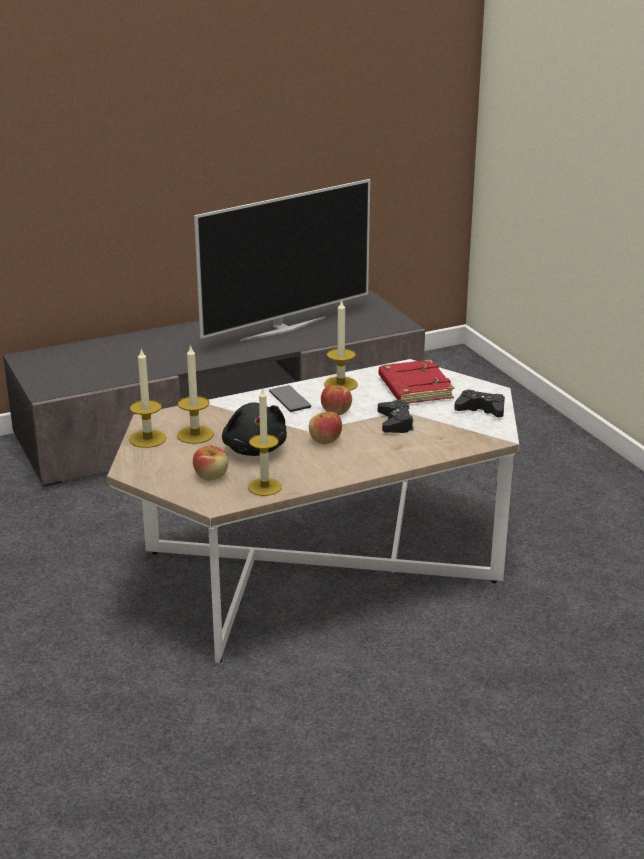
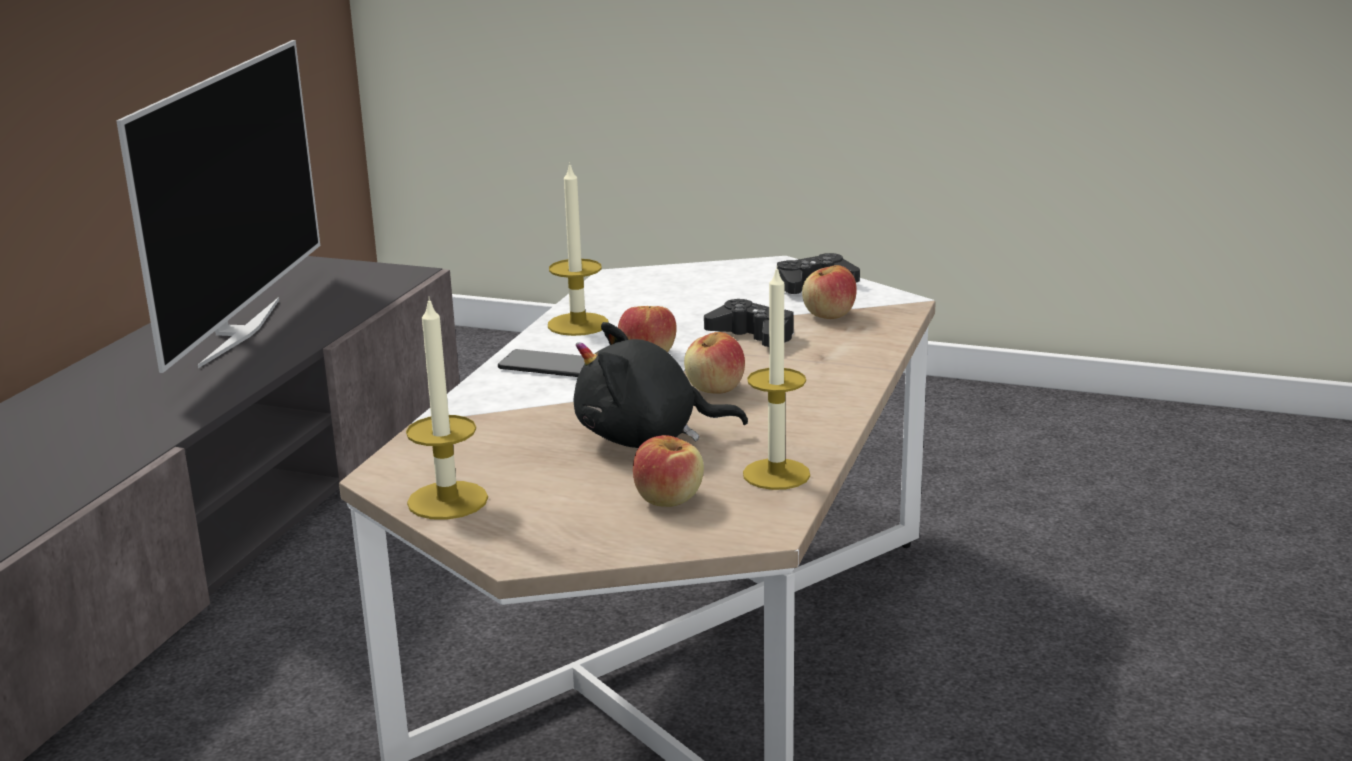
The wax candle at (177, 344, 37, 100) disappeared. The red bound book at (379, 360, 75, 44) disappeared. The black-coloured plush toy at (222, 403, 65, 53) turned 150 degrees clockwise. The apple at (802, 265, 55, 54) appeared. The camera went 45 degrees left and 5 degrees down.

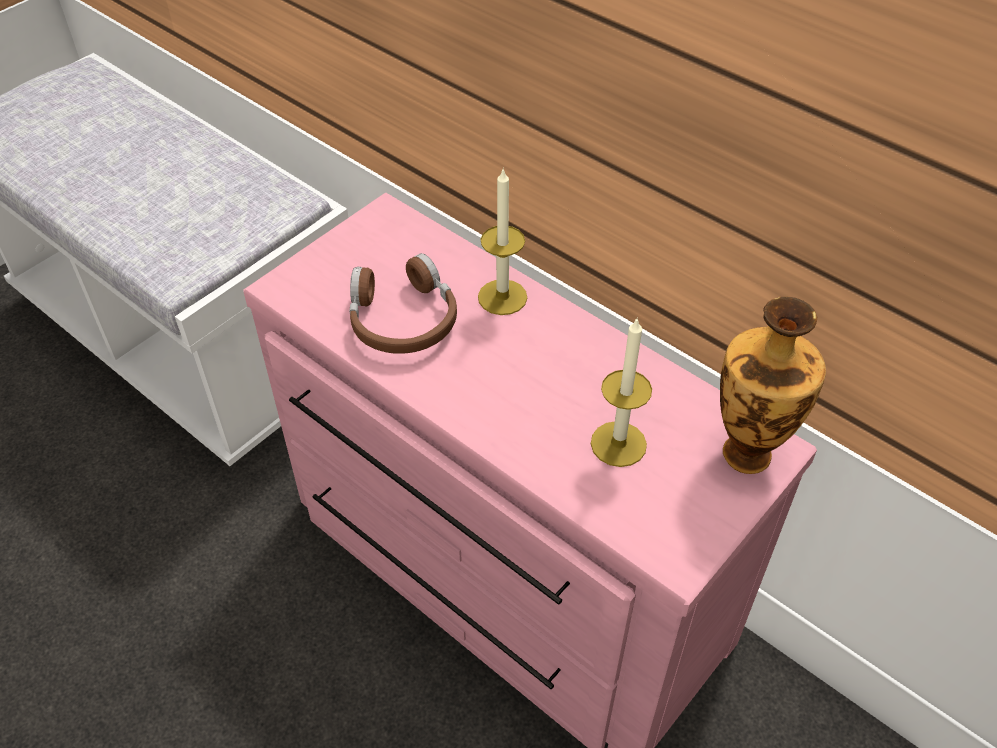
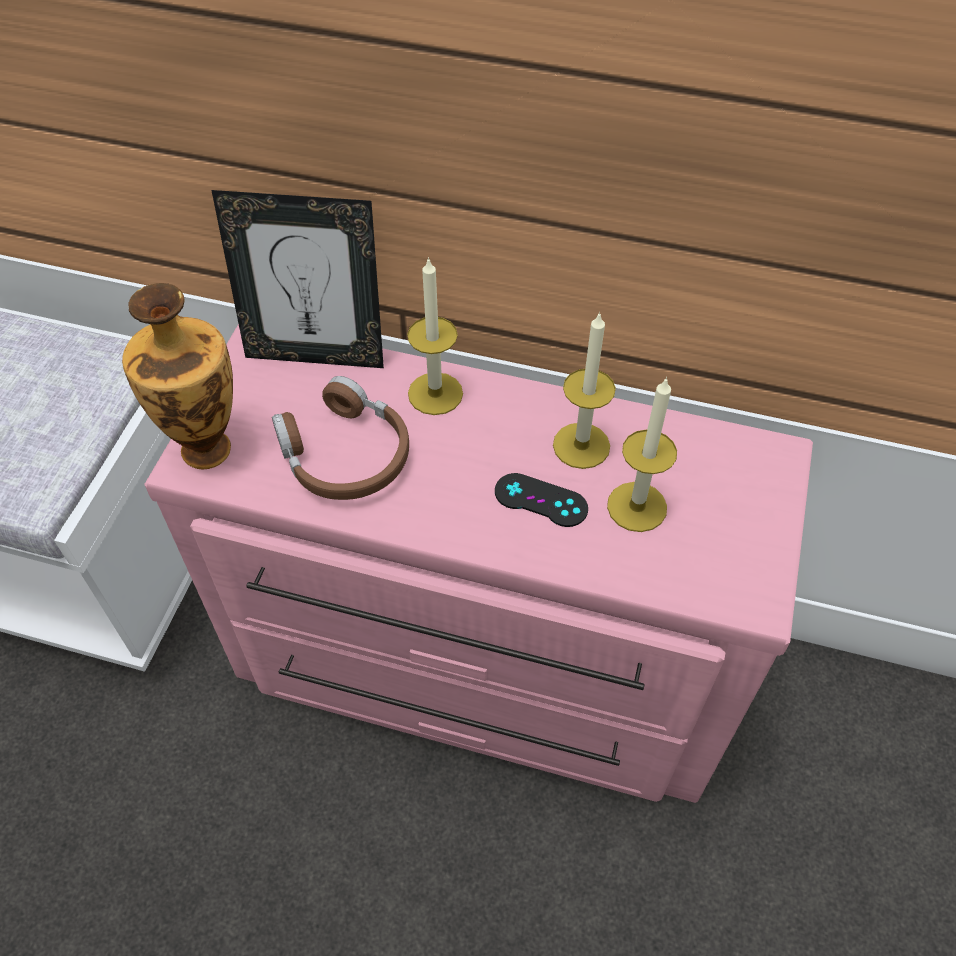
The decorative vase moved from (720, 297, 106, 177) to (122, 283, 111, 186). The picture frame at (211, 190, 173, 178) appeared. The wax candle at (553, 312, 63, 157) appeared. The black-coloured joypad at (495, 473, 93, 54) appeared. The camera went 25 degrees left and 5 degrees up.

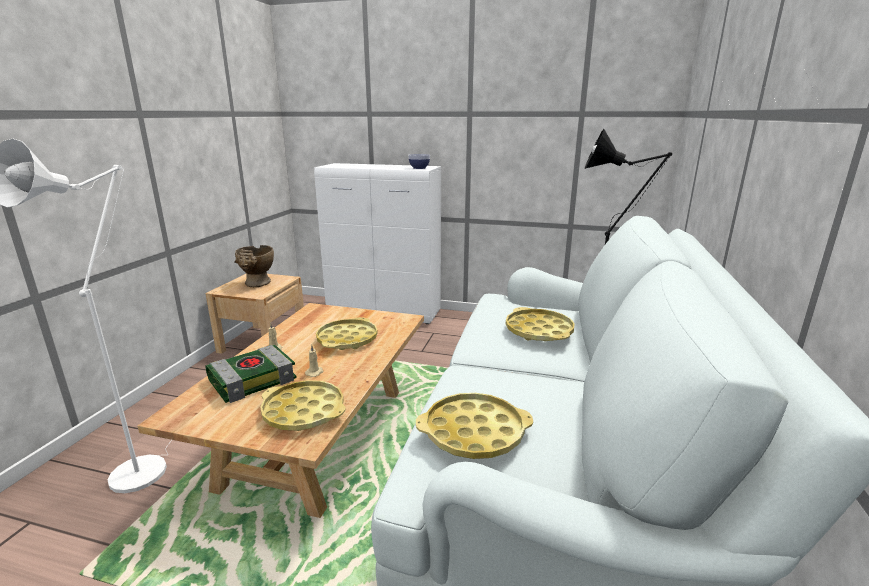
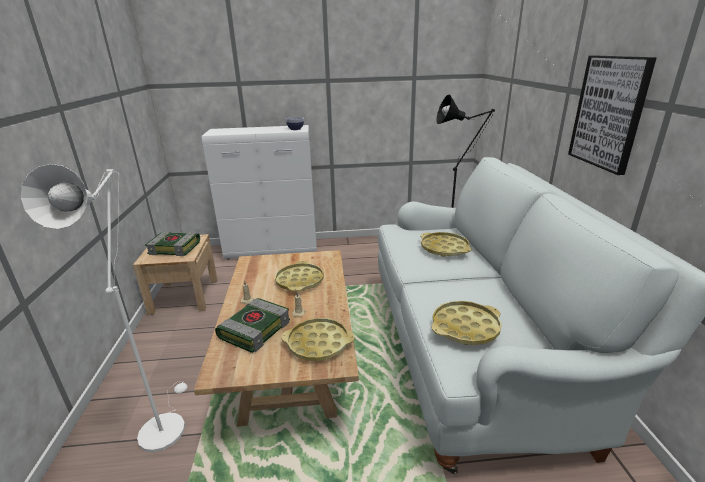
The beige decorative vase at (235, 245, 39, 42) was replaced by the bound book at (145, 232, 55, 24). The picture at (568, 56, 89, 119) appeared. The camera went 20 degrees left and 5 degrees up.

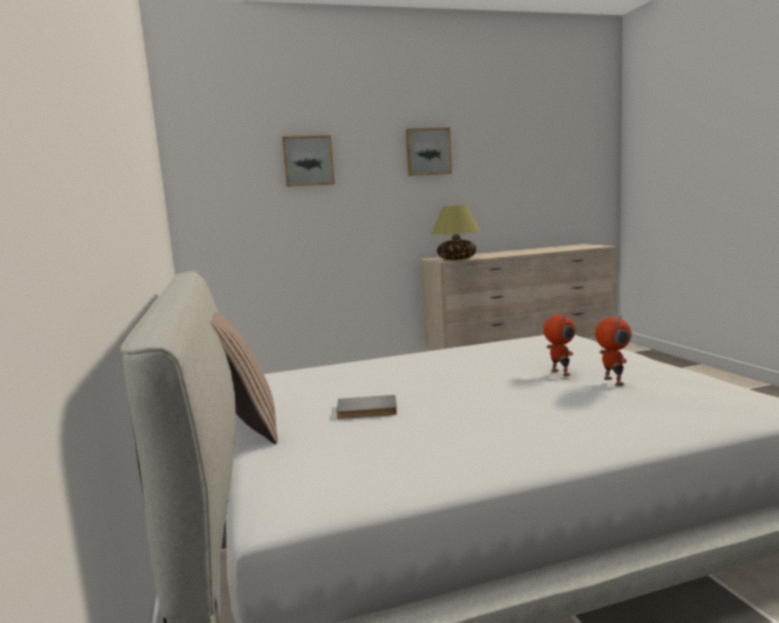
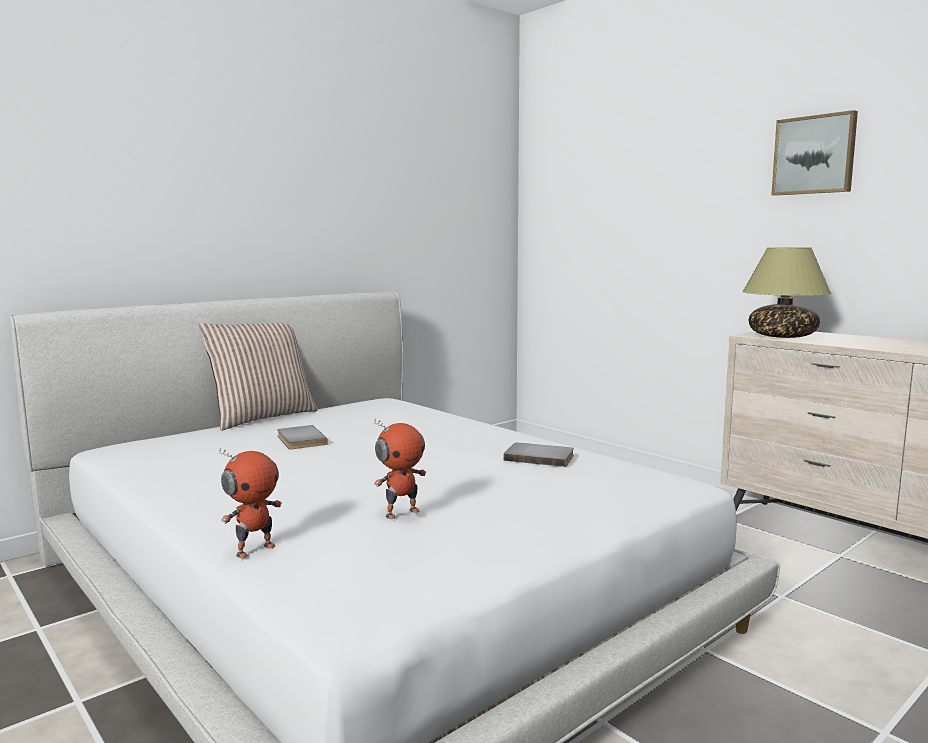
The picture at (282, 135, 53, 52) disappeared. The toy robot moved from (544, 313, 31, 63) to (219, 448, 63, 110). The grey bound book at (504, 443, 70, 24) appeared. The camera went 65 degrees right and 0 degrees up.

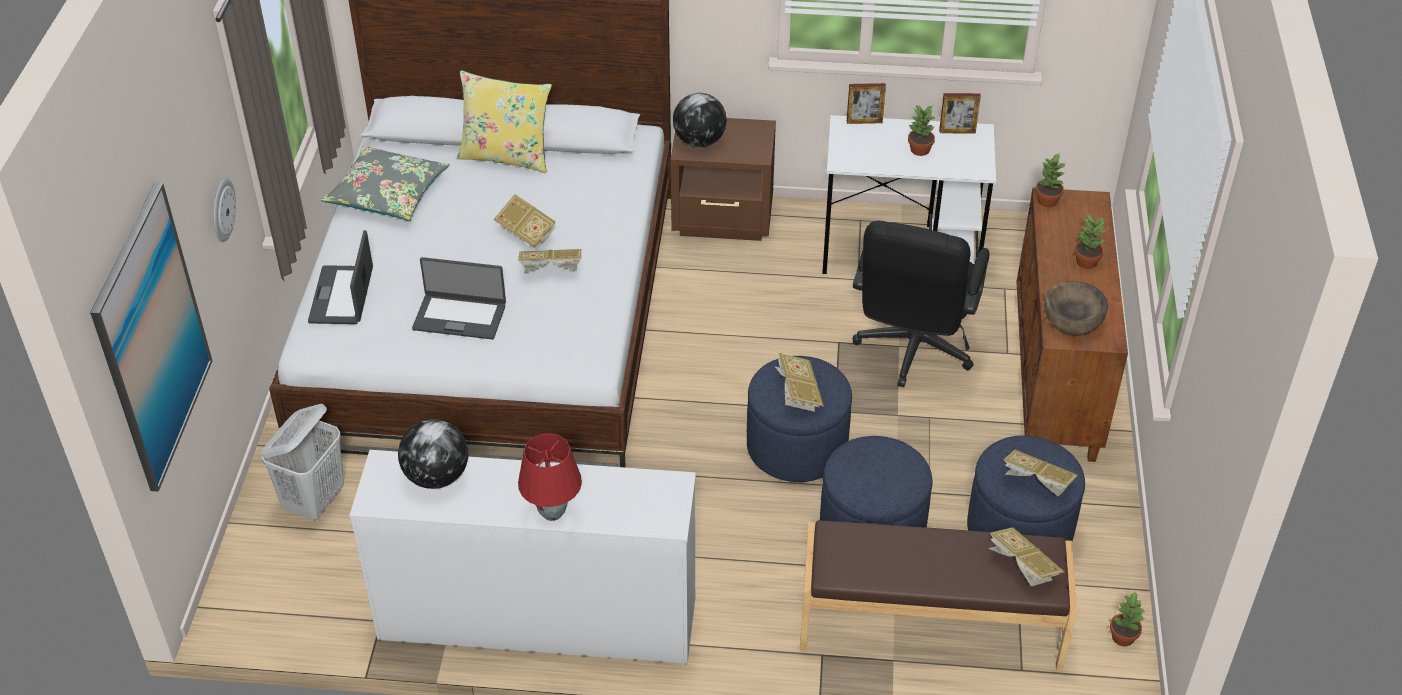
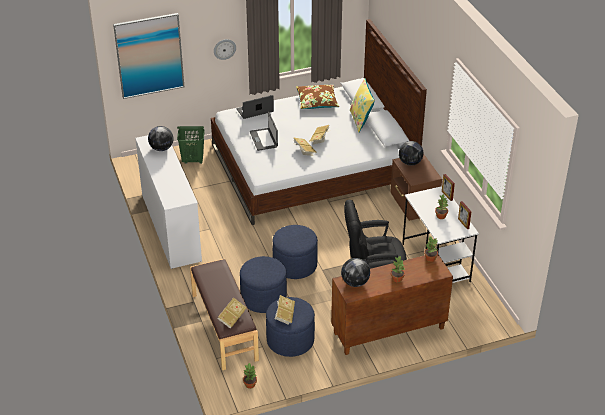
The grey throw pillow at (321, 146, 129, 75) became the brown throw pillow at (296, 85, 43, 24). The brown bowl at (1044, 281, 64, 55) was replaced by the world globe at (341, 258, 29, 29). The bound book at (775, 353, 49, 59) disappeared. The white-coloured laundry basket at (261, 404, 83, 116) became the greenish laundry basket at (177, 126, 28, 38). The red table lamp at (518, 433, 64, 88) disappeared. The camera went 65 degrees right and 5 degrees down.

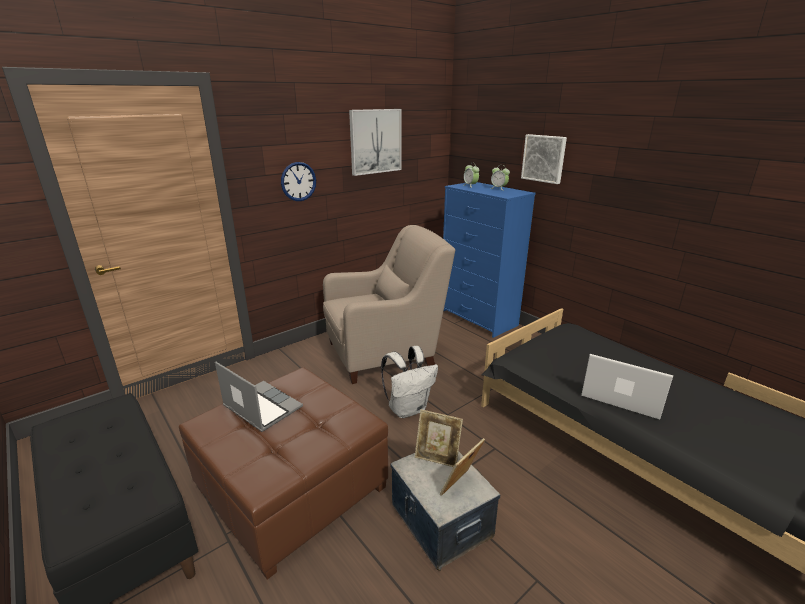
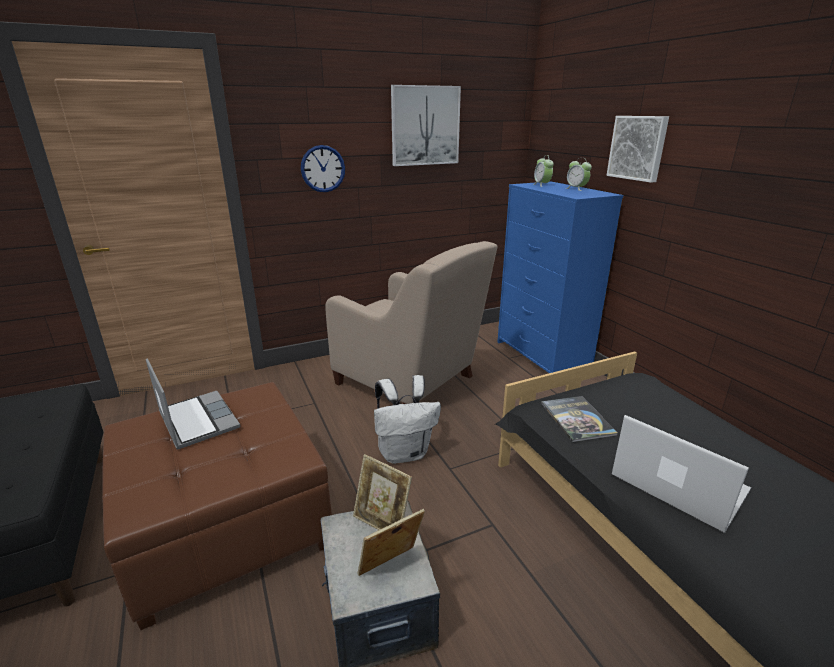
The beige armchair at (323, 225, 132, 159) turned 45 degrees clockwise. The bound book at (541, 396, 76, 47) appeared. The camera went 15 degrees right and 0 degrees up.

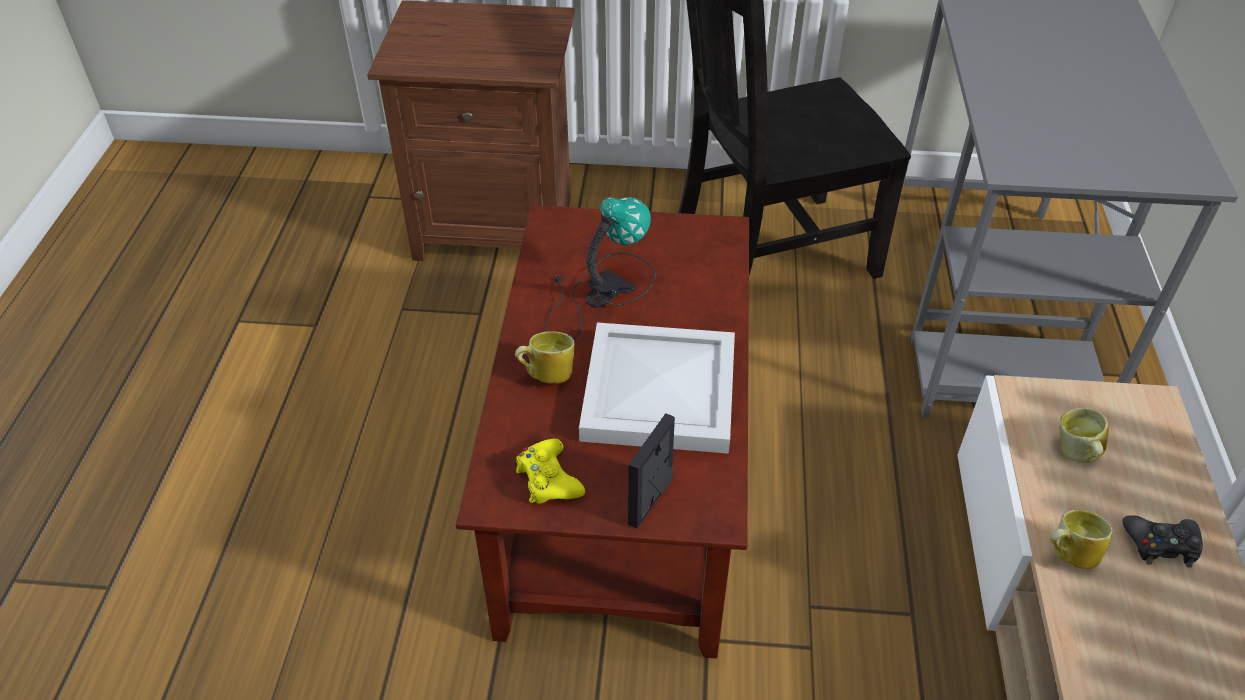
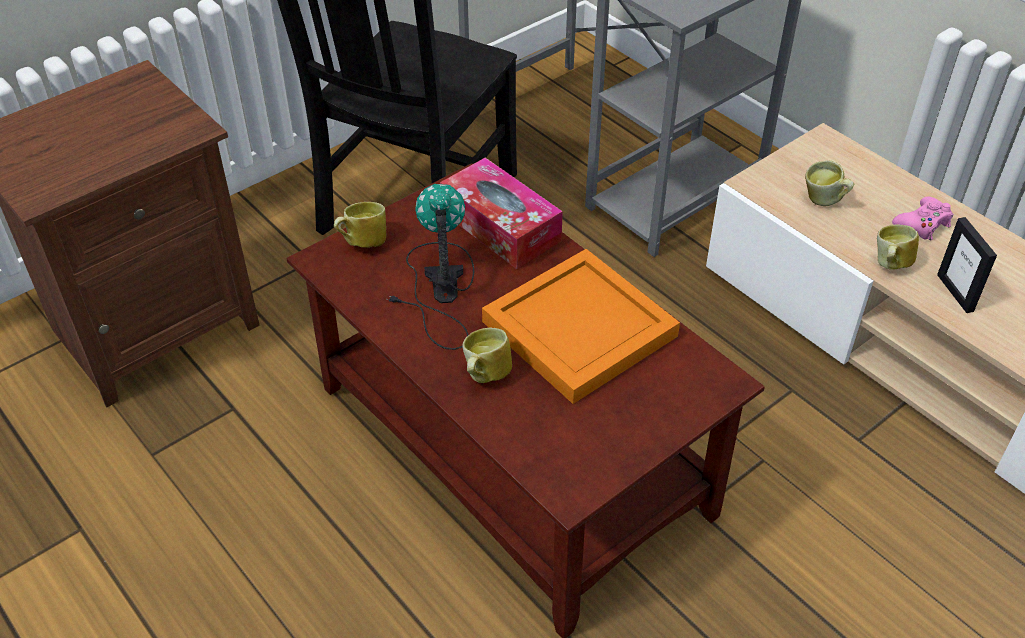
The white-coloured tray at (579, 322, 156, 132) became the orange tray at (482, 249, 198, 155). The picture frame moved from (628, 413, 47, 116) to (937, 217, 60, 96). The yellow joypad at (516, 439, 69, 65) disappeared. The black-coloured joypad at (1122, 515, 81, 53) became the pinkish joypad at (892, 196, 61, 44). The box of tissues at (440, 158, 123, 111) appeared. The tea mug at (334, 202, 52, 46) appeared. The camera went 45 degrees left and 0 degrees up.

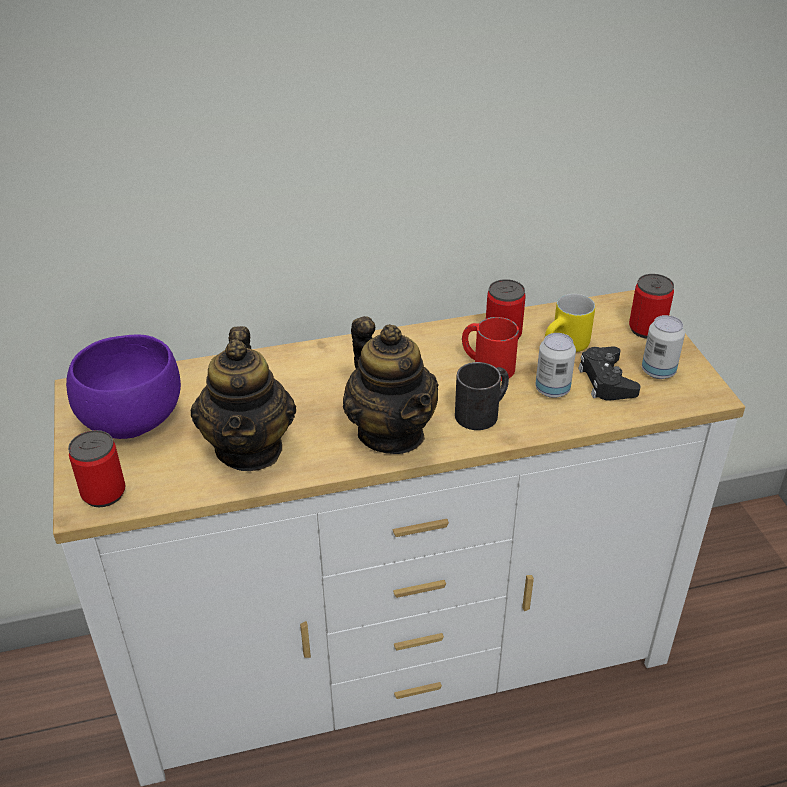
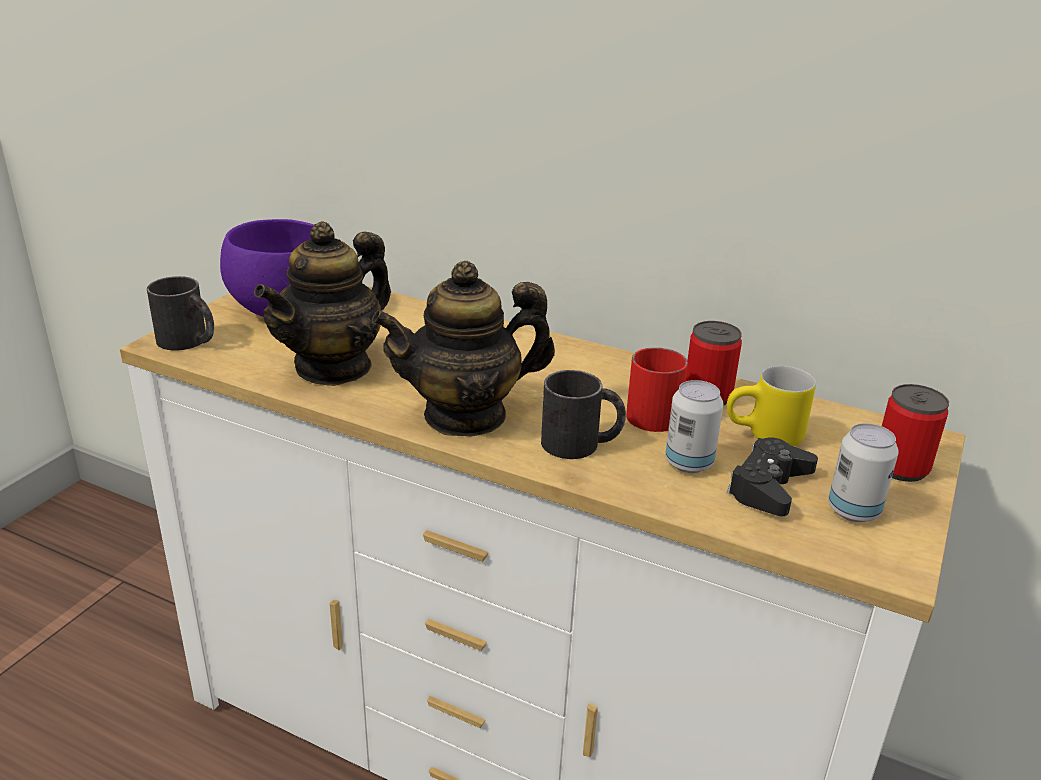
The teapot at (343, 316, 96, 138) turned 60 degrees clockwise. The metal can at (68, 430, 58, 77) was replaced by the black-coloured tea mug at (147, 276, 67, 74). The camera went 40 degrees right and 10 degrees down.

